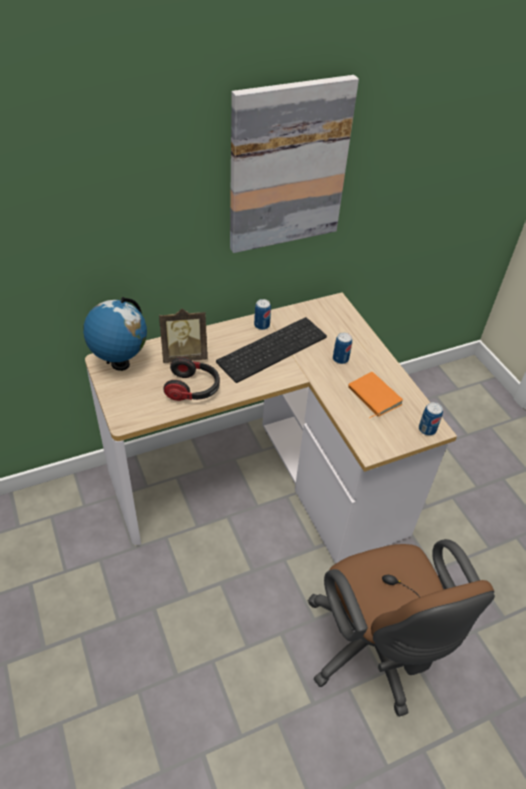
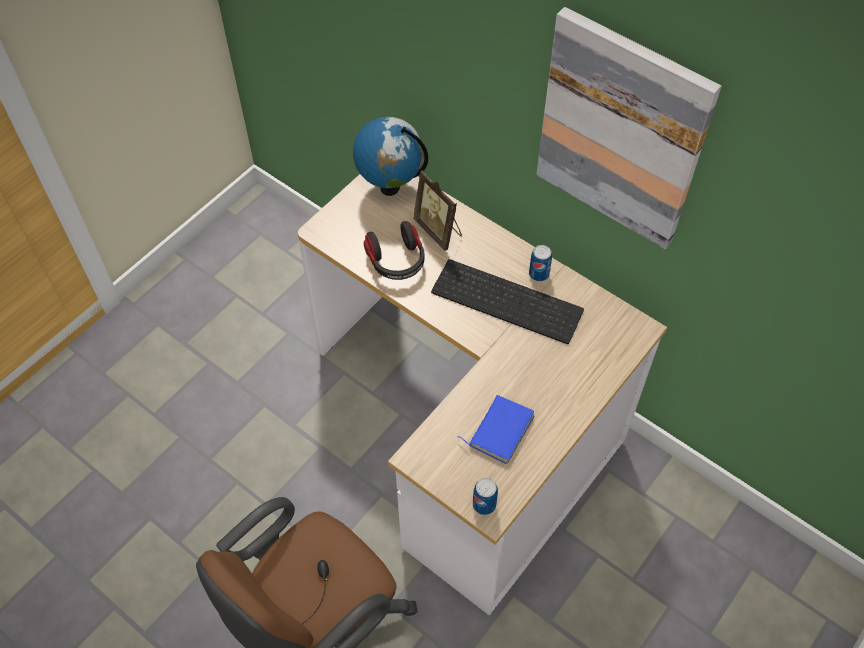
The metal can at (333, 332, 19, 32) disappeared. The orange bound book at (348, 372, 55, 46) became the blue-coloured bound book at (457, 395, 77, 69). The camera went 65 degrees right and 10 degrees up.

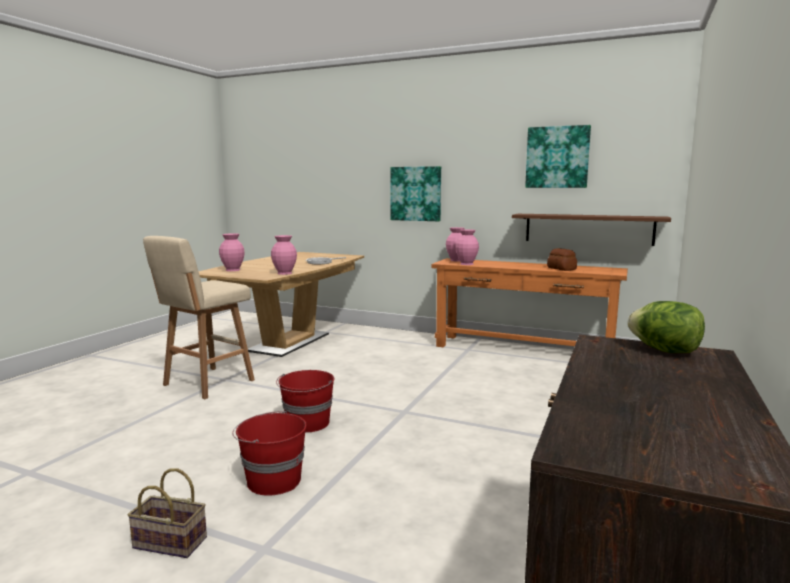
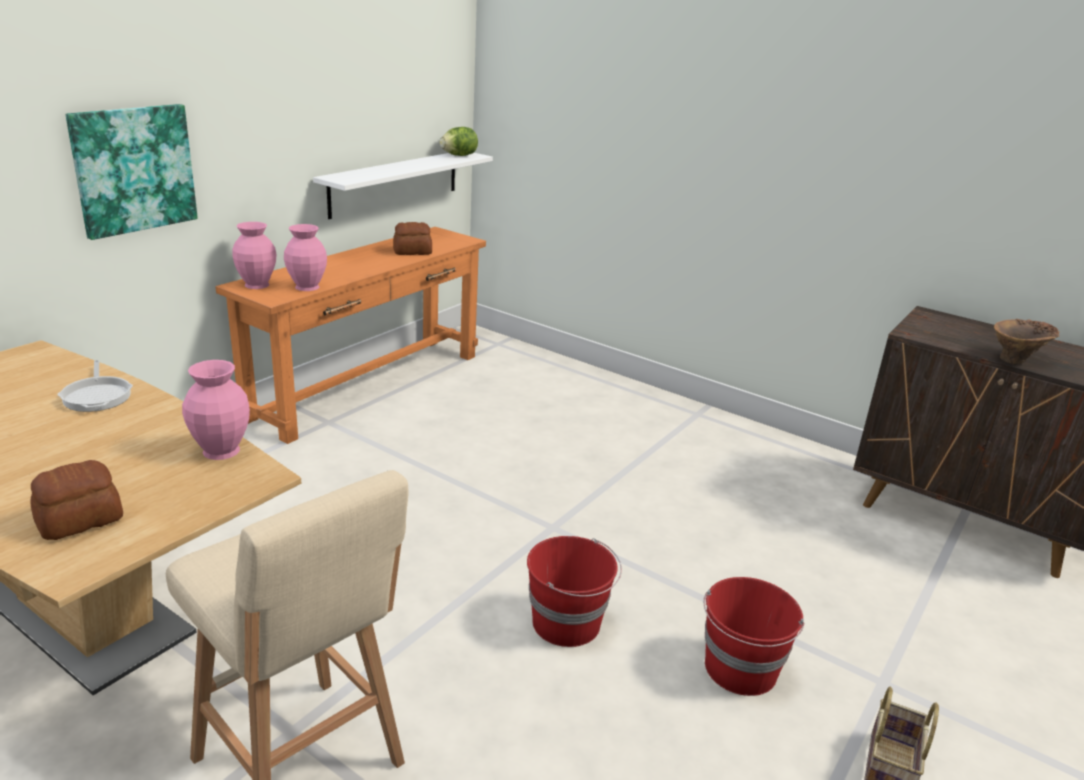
The picture at (525, 125, 66, 63) disappeared. The brown bracket shelf at (512, 214, 159, 32) became the white-coloured bracket shelf at (313, 153, 180, 66). The pinkish decorative vase at (219, 233, 26, 38) was replaced by the baked bread at (31, 460, 92, 80). The lettuce head moved from (627, 301, 78, 52) to (440, 127, 38, 29). The brown decorative vase at (994, 319, 66, 45) appeared. The camera went 80 degrees left and 15 degrees up.

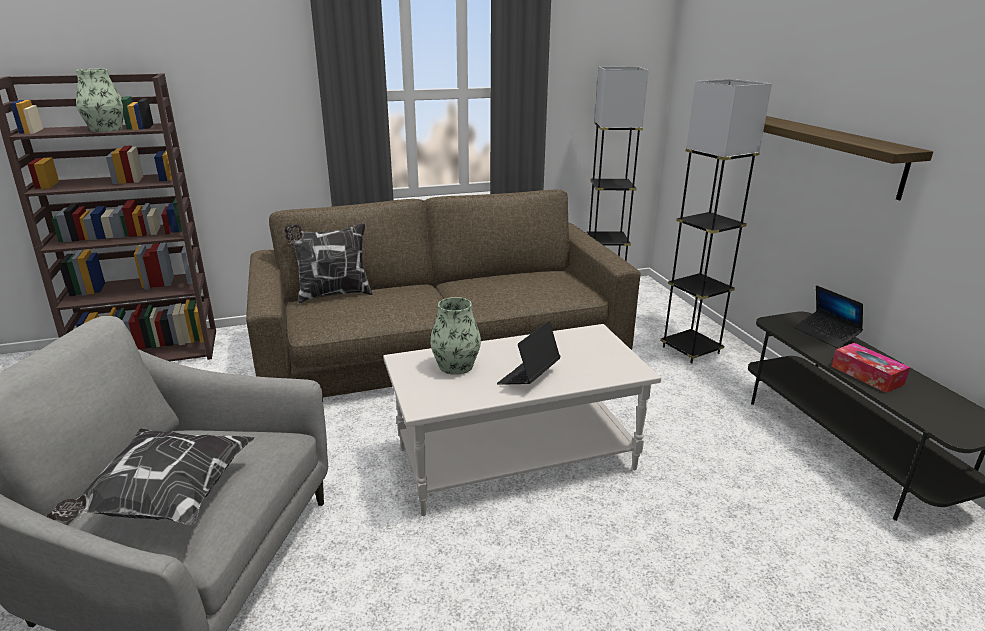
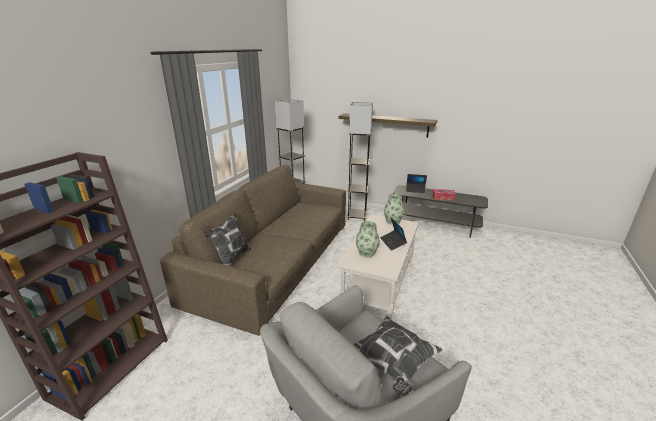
The decorative vase moved from (76, 69, 48, 63) to (384, 194, 20, 31). The camera went 50 degrees left and 0 degrees up.

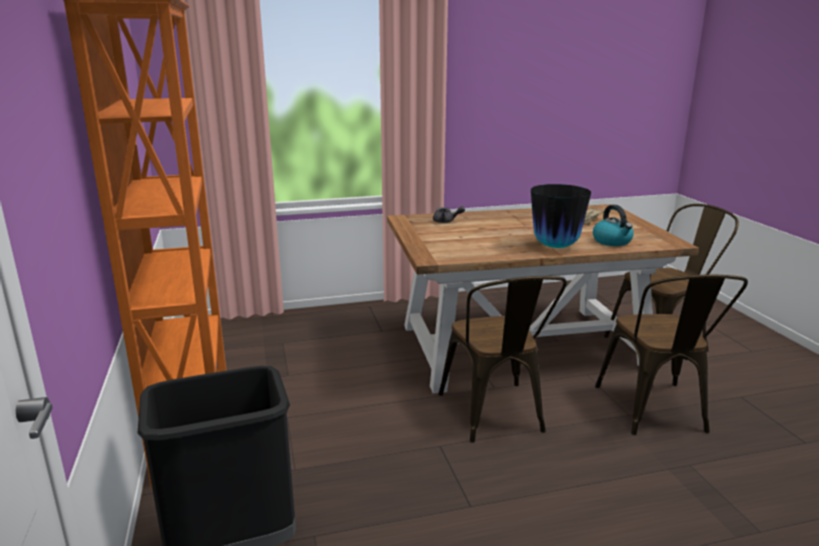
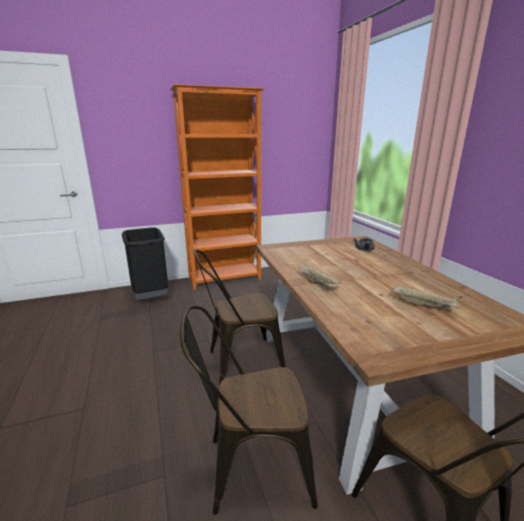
The decorative vase at (531, 184, 60, 64) was replaced by the beige tray at (298, 265, 43, 22). The tea kettle at (593, 205, 41, 41) disappeared. The camera went 85 degrees right and 0 degrees up.

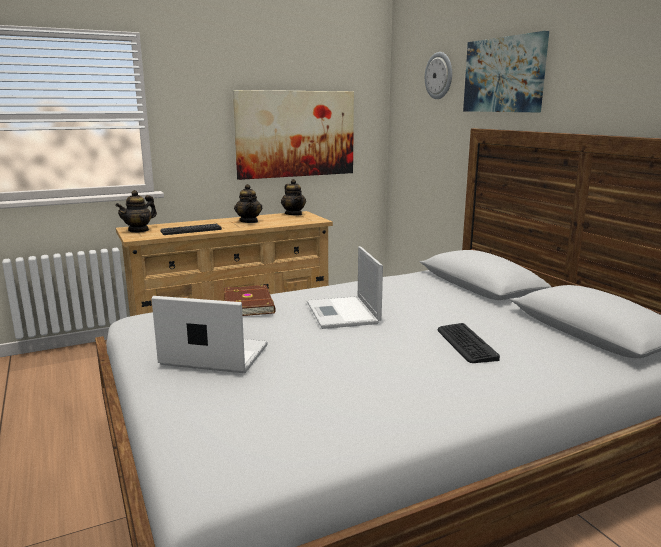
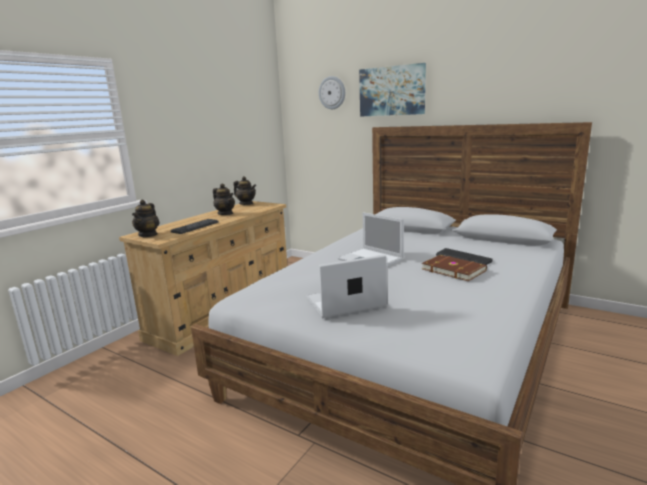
The picture at (233, 90, 121, 90) disappeared. The brown bound book moved from (224, 285, 52, 31) to (422, 255, 65, 26). The camera went 30 degrees left and 0 degrees up.

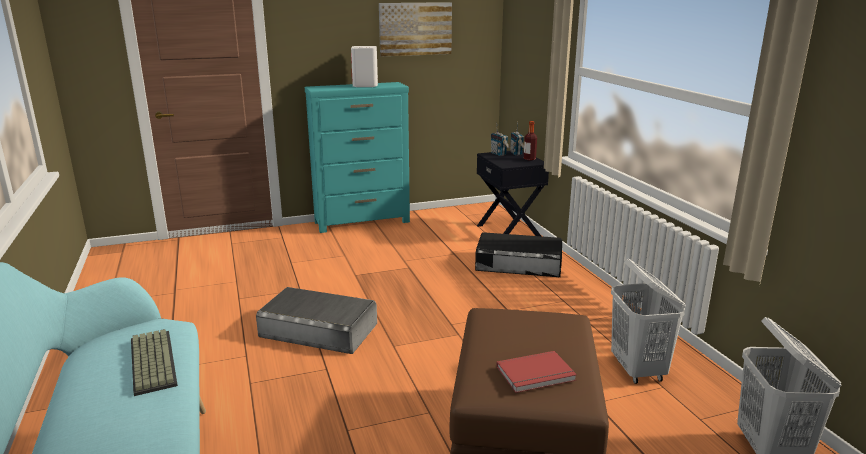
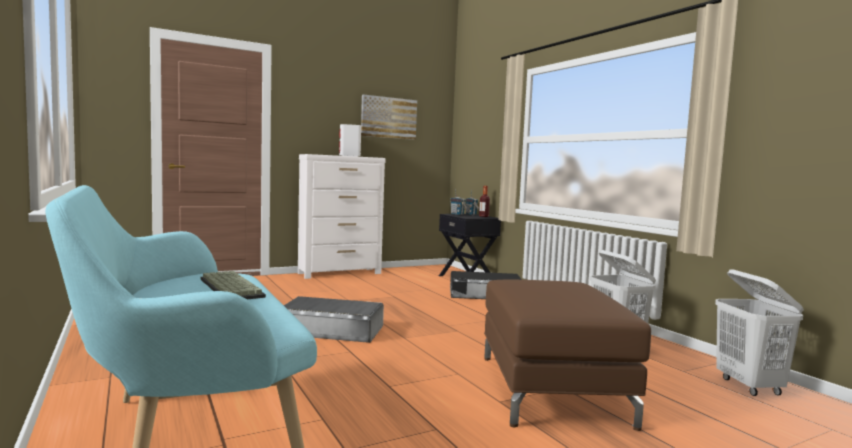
The blue-green drawer chest at (305, 82, 105, 151) became the white-coloured drawer chest at (298, 154, 87, 125). The red bound book at (496, 351, 81, 42) disappeared. The camera went 10 degrees left and 15 degrees down.

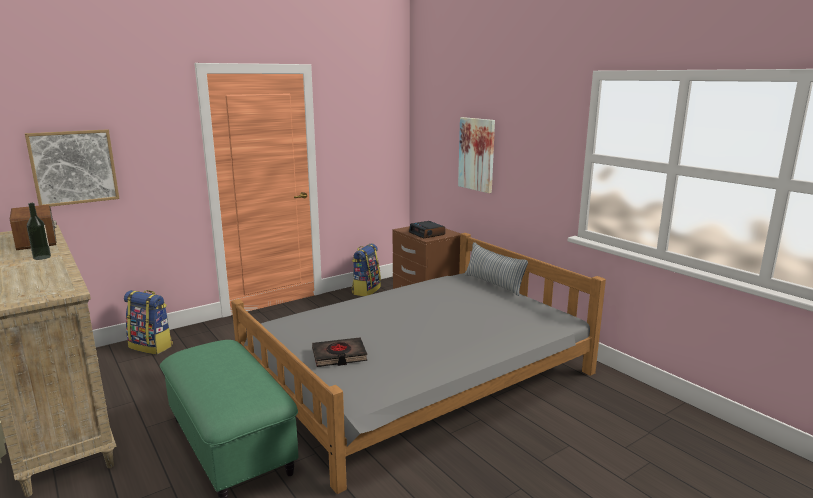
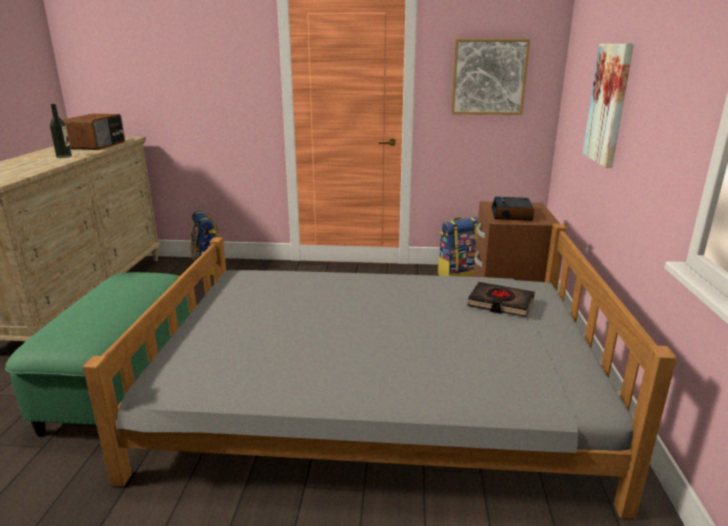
The picture moved from (25, 129, 94, 78) to (451, 39, 79, 76). The throw pillow at (464, 242, 64, 54) disappeared. The black-coloured bound book moved from (312, 337, 55, 30) to (467, 282, 68, 35). The camera went 40 degrees right and 5 degrees up.

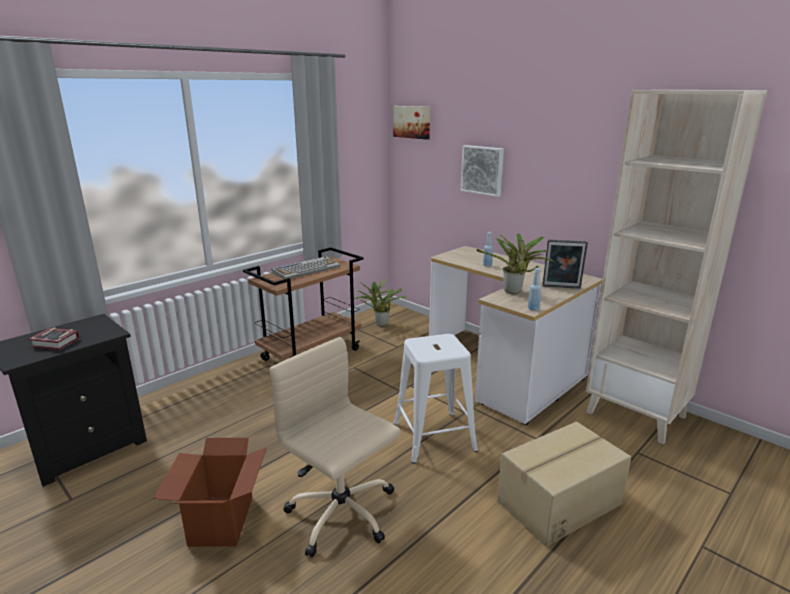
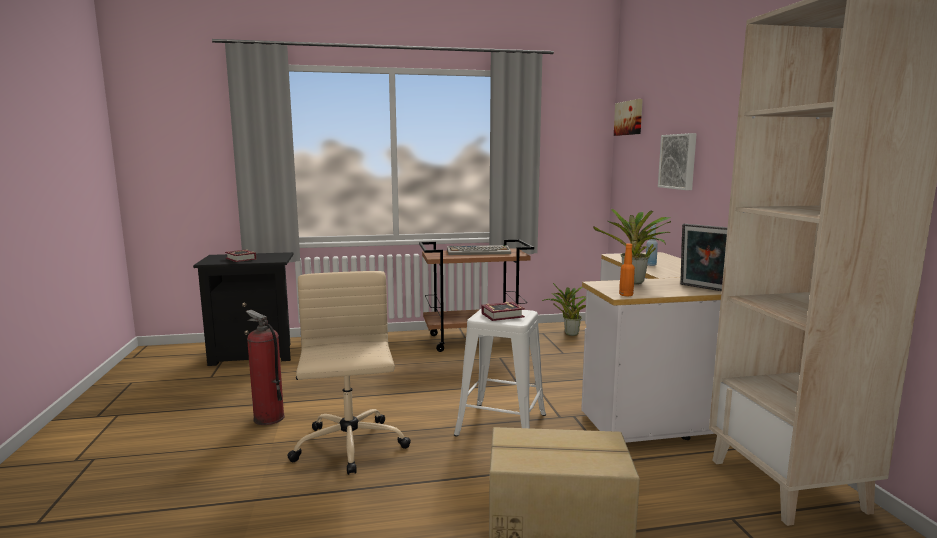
The blue-coloured drink bottle at (528, 268, 13, 43) became the orange drink bottle at (619, 244, 16, 53). The cardboard box at (153, 438, 114, 109) was replaced by the fire extinguisher at (246, 310, 39, 115). The bound book at (482, 302, 43, 19) appeared. The camera went 35 degrees right and 10 degrees down.

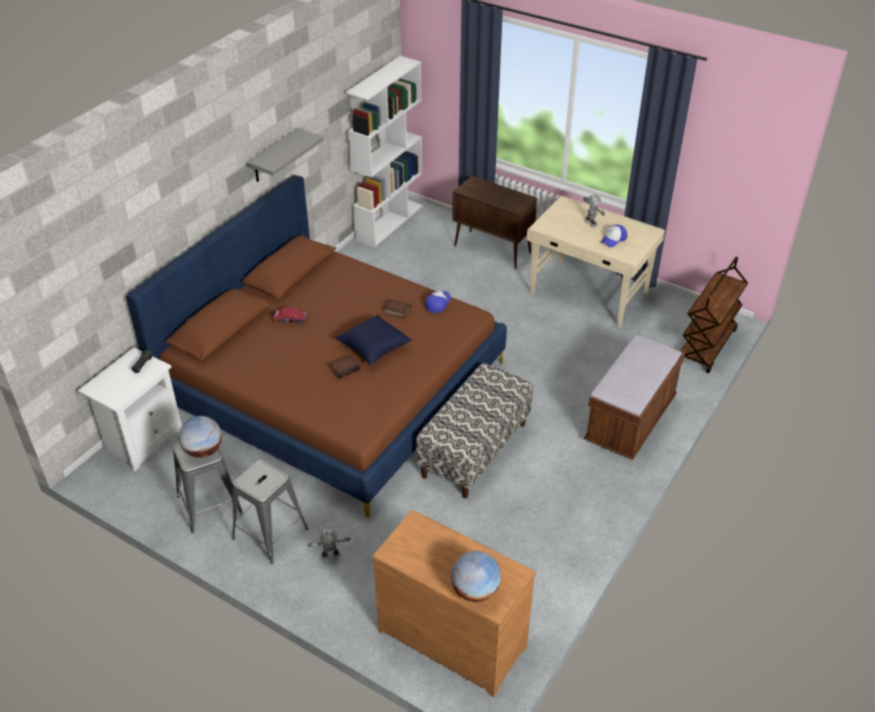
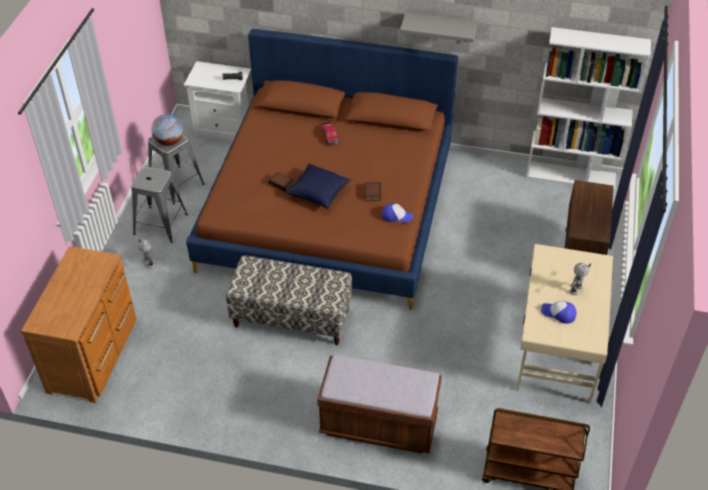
The world globe at (451, 551, 50, 51) disappeared. The camera went 70 degrees right and 5 degrees up.

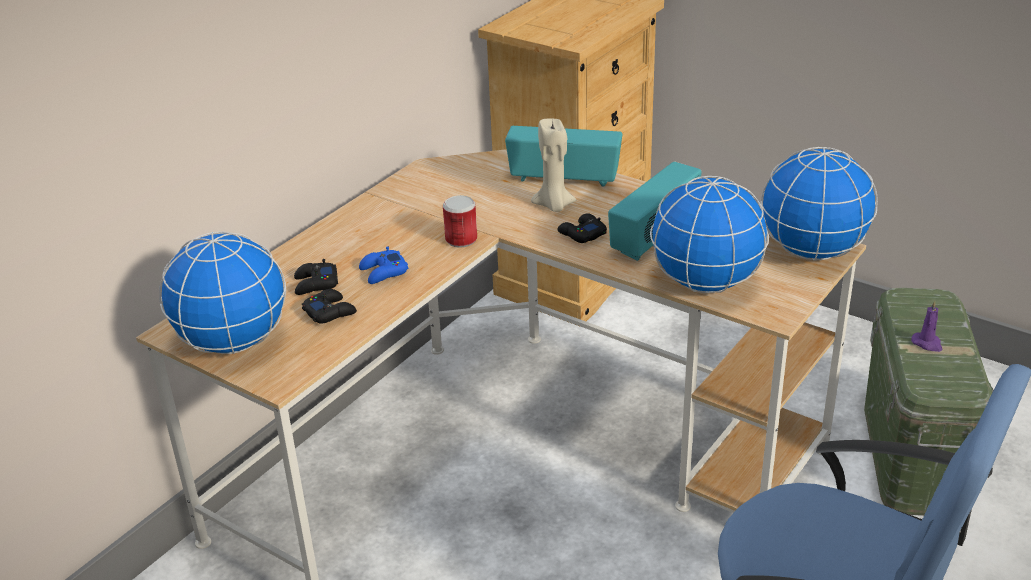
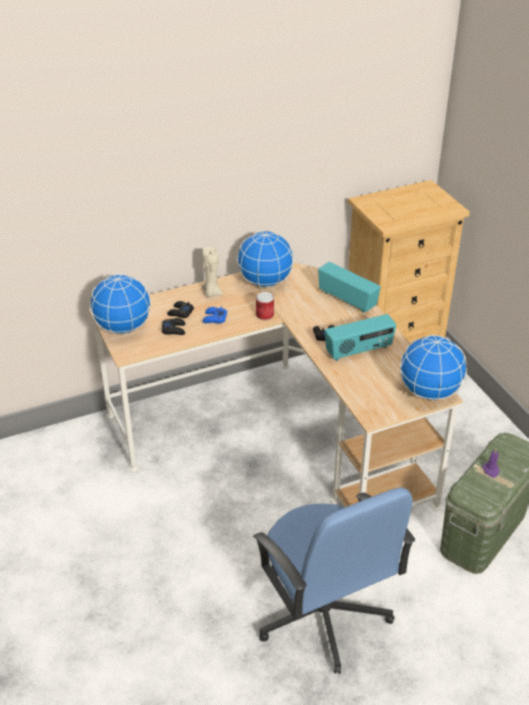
The beige wax candle moved from (531, 119, 45, 93) to (202, 247, 21, 51). The world globe moved from (650, 176, 119, 117) to (237, 231, 57, 56). The camera went 30 degrees right and 5 degrees up.

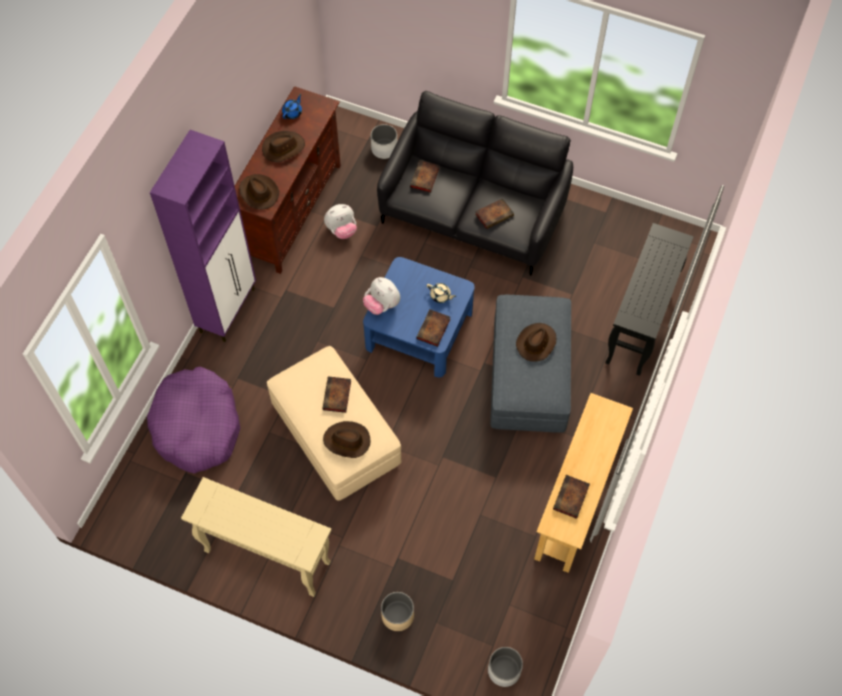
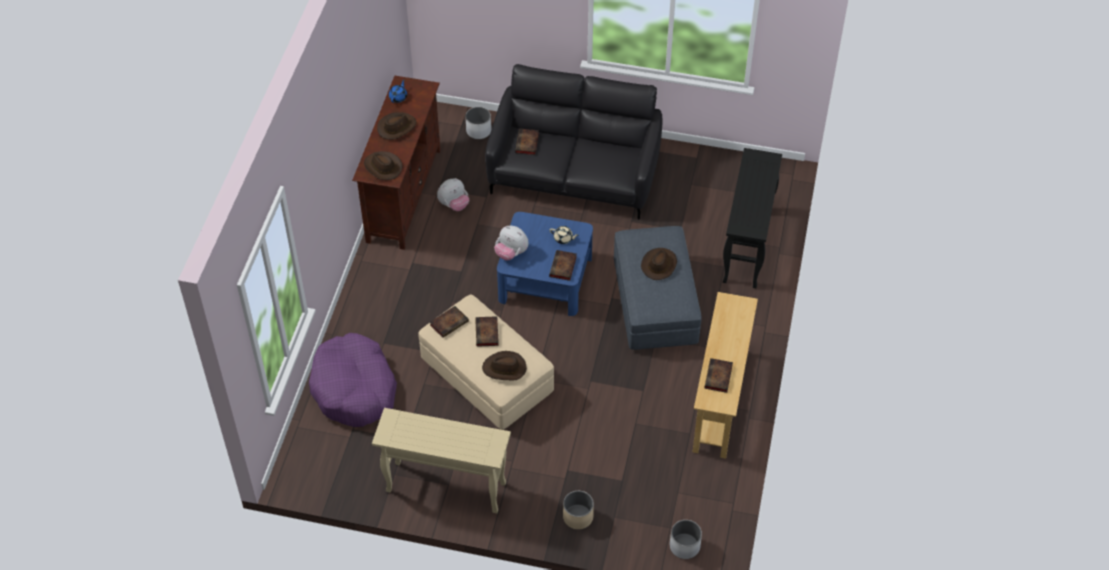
The purple cupboard at (150, 130, 106, 212) disappeared. The bound book moved from (475, 198, 39, 31) to (430, 306, 39, 32). The camera went 10 degrees left and 10 degrees down.

